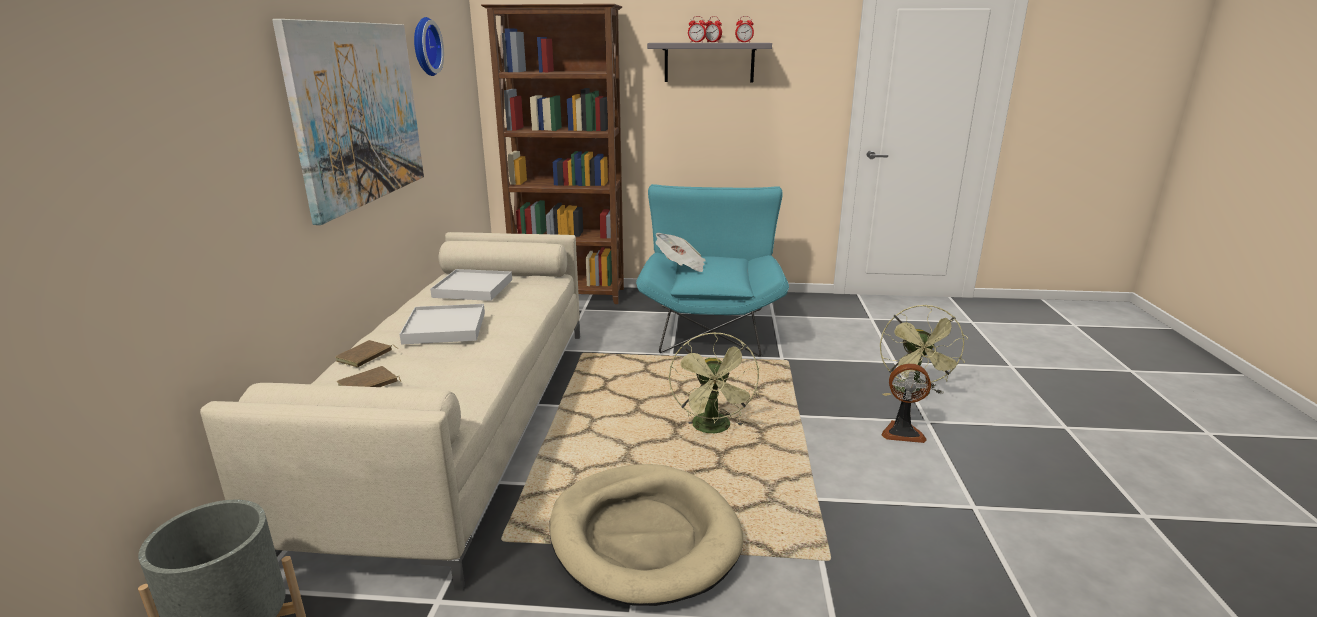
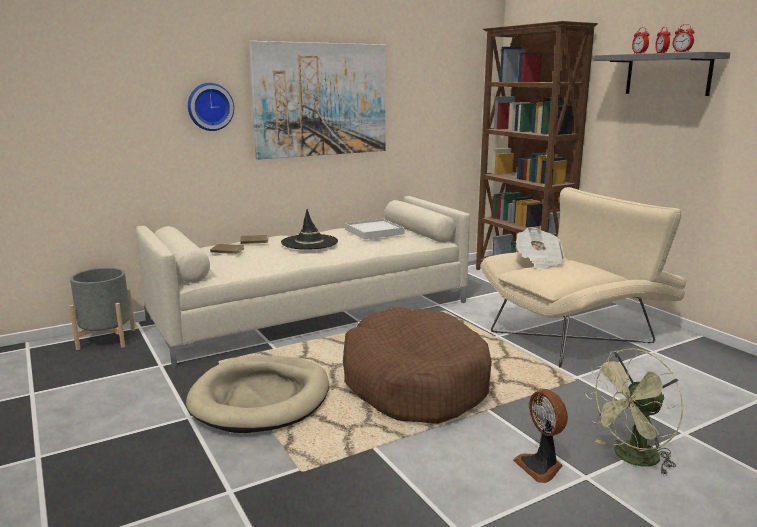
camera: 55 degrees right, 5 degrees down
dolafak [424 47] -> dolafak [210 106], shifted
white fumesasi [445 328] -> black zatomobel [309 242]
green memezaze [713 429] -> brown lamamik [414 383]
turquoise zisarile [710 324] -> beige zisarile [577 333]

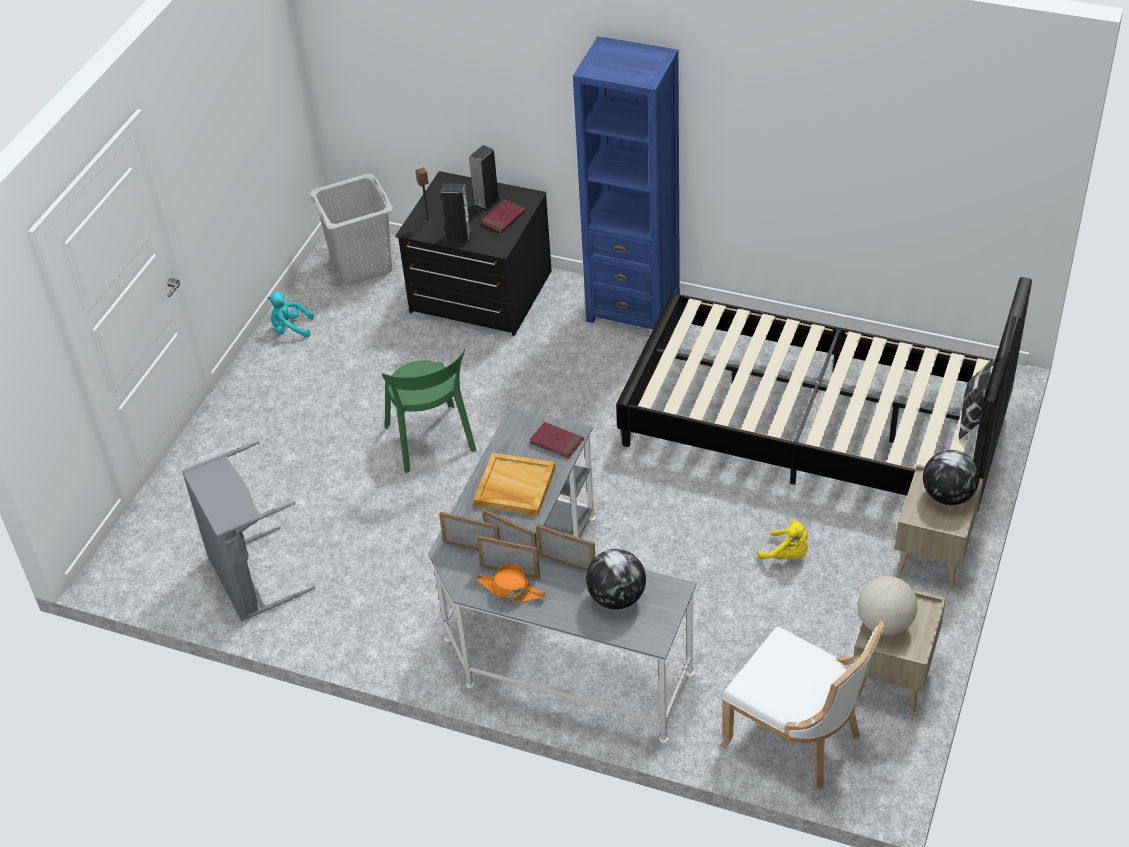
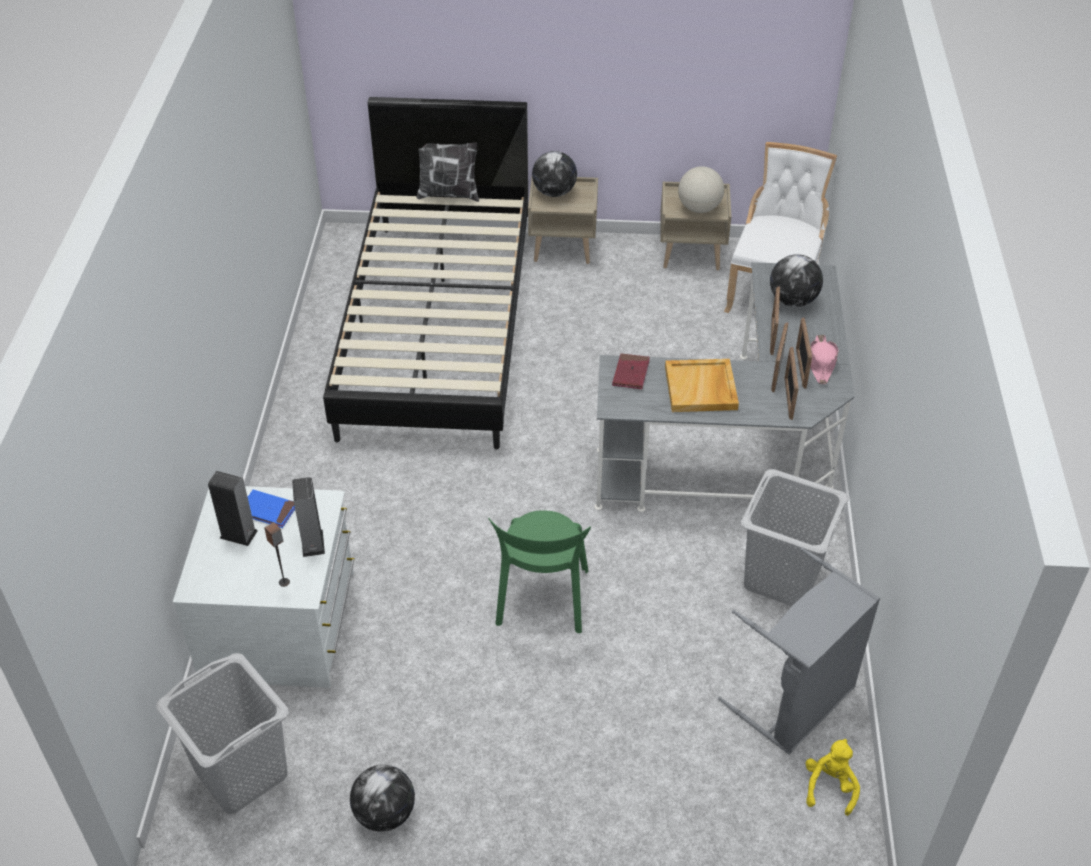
camera: 110 degrees left, 0 degrees up
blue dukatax [633 308] -> none
none -> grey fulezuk [782 578]
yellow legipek [787 555] -> yellow legipek [829 786], shifted
turquoise legipek [290 329] -> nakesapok [384 814]
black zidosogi [480 293] -> white zidosogi [281 625]
orange zatomobel [510 590] -> pink zatomobel [821 363]
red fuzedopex [503 218] -> blue fuzedopex [268 510]
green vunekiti [431 442] -> green vunekiti [542 601], 135 degrees clockwise

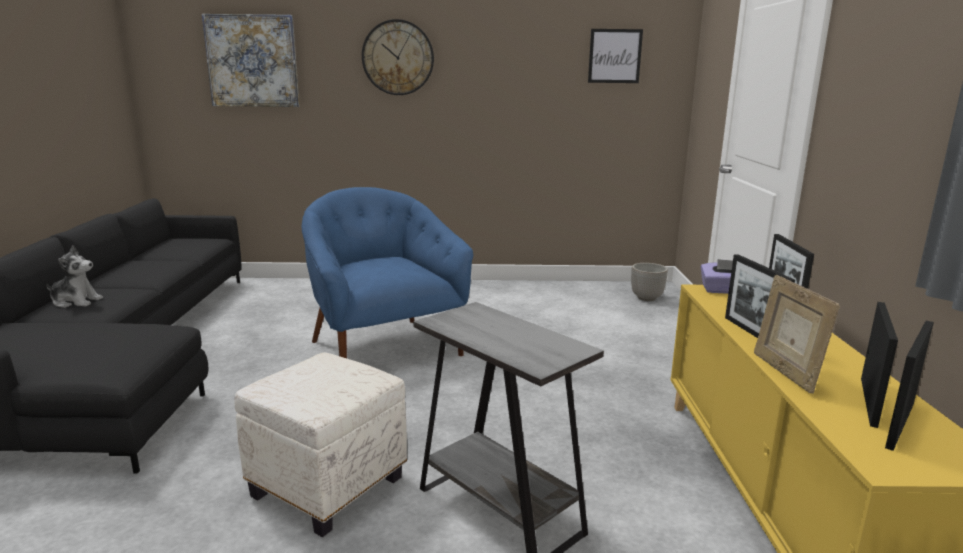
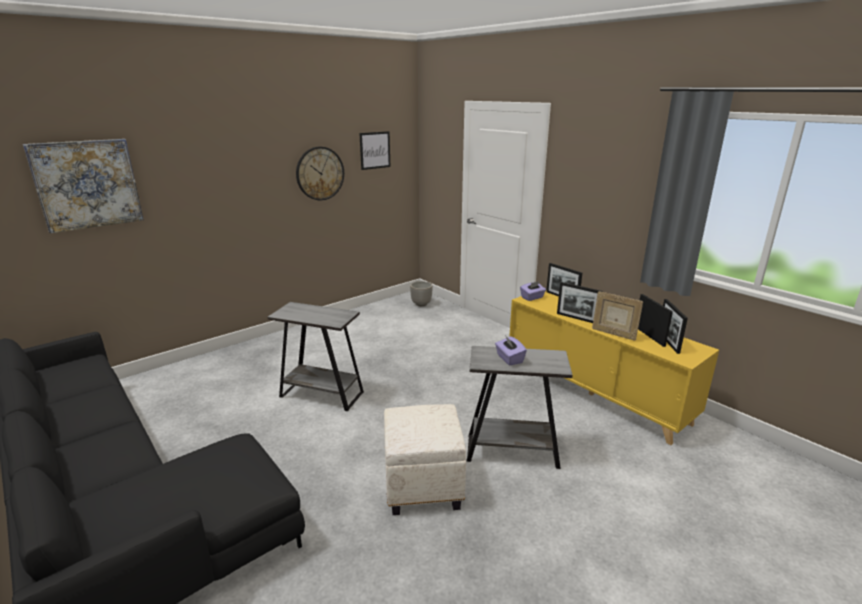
camera: 40 degrees left, 5 degrees up
legipek [76 301] -> none
none -> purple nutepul [509 359]
dolafak [398 57] -> dolafak [320 173], shifted
blue zisarile [383 348] -> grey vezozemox [321 394]

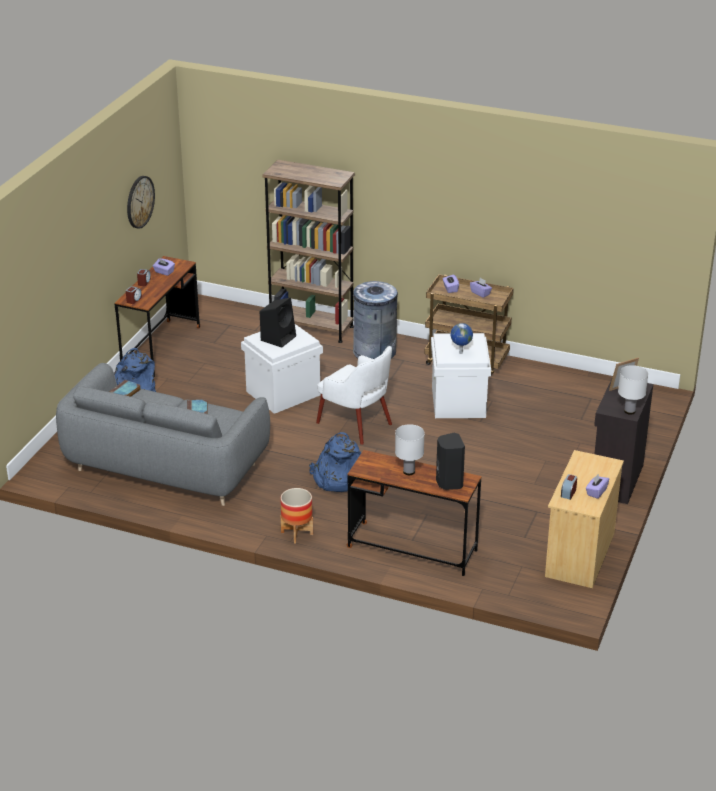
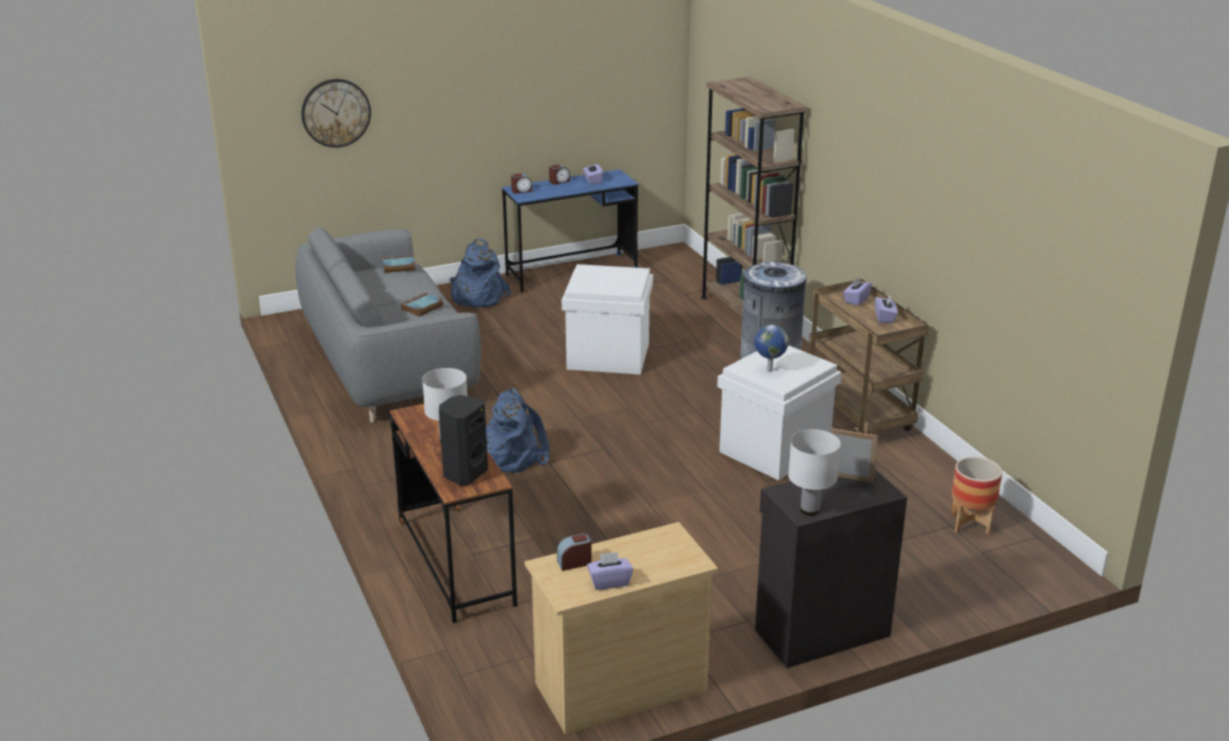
camera: 45 degrees right, 5 degrees down
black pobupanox [278 338] -> none
white zisarile [356 424] -> none
dolafak [139 202] -> dolafak [336 113], shifted
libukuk [297 533] -> libukuk [970 523], shifted
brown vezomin [161 348] -> blue vezomin [572 273]

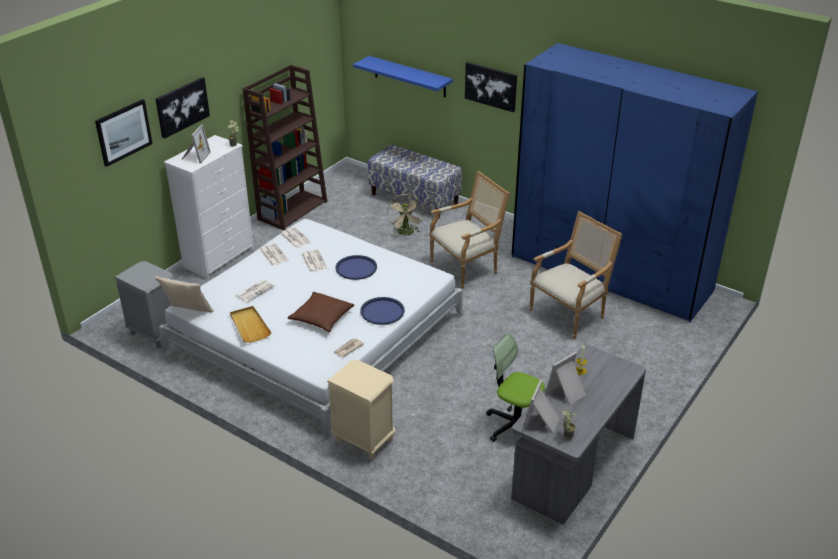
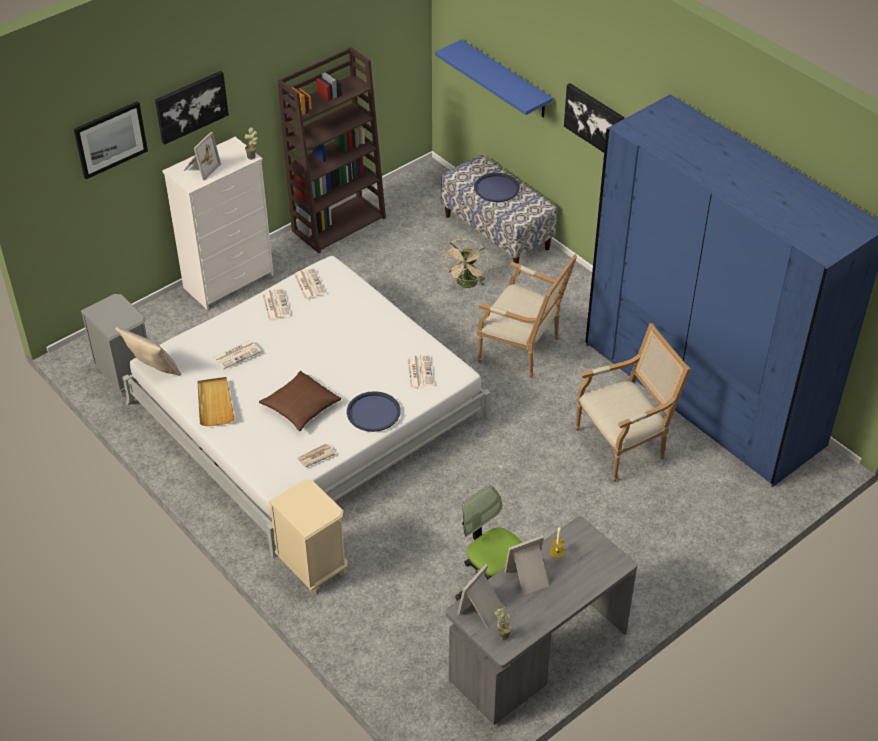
camera: 15 degrees right, 10 degrees up
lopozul [313 261] -> lopozul [419 372], shifted
blue fumesasi [356 268] -> blue fumesasi [496 188], shifted
zisarile [467 267] -> zisarile [523 350], 45 degrees clockwise

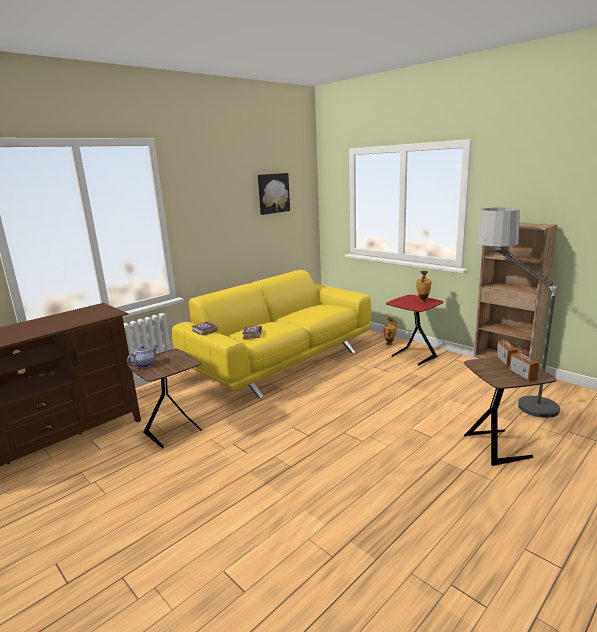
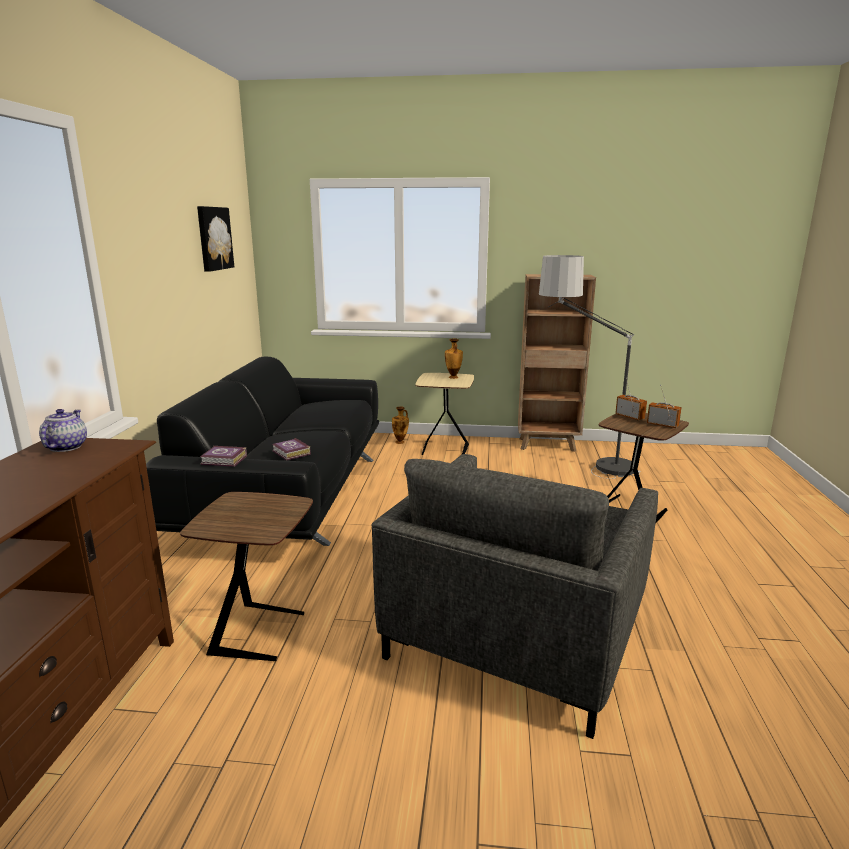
camera: 40 degrees left, 0 degrees up
none -> grey zisarile [514 633]
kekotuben [145 364] -> kekotuben [66 447], shifted
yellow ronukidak [282 360] -> black ronukidak [290 492]
red vezozemox [413 357] -> beige vezozemox [445 450]

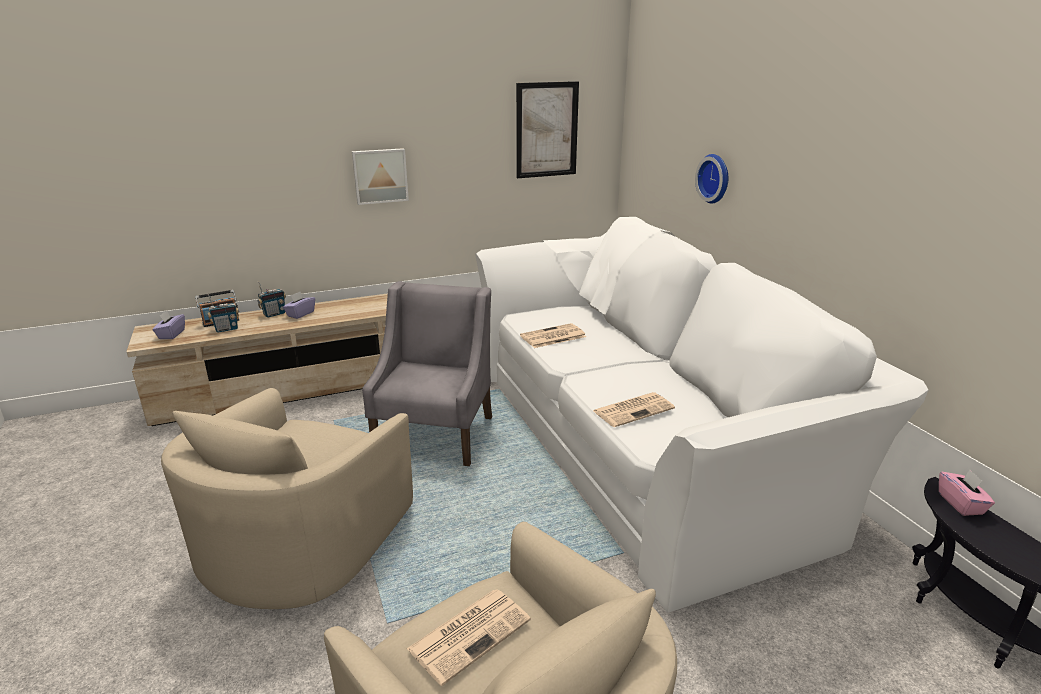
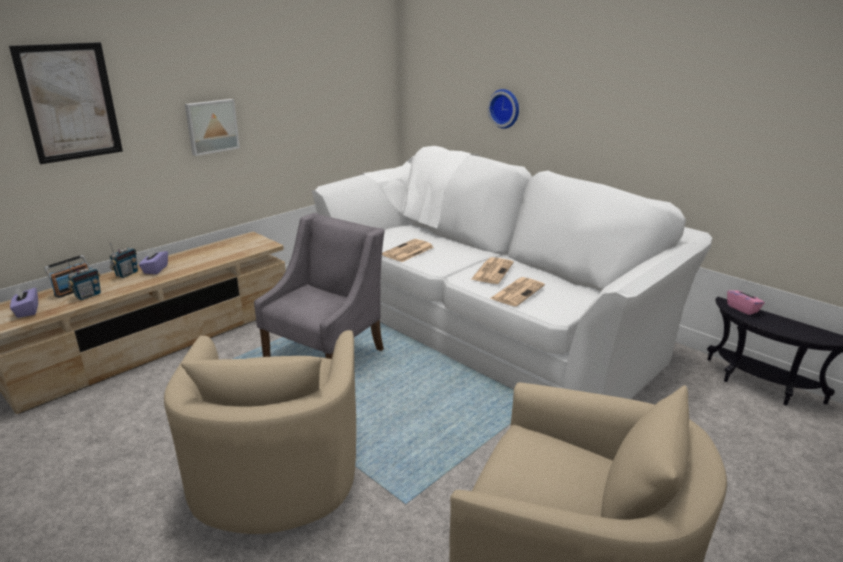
camera: 25 degrees left, 0 degrees up
lopozul [470 633] -> lopozul [492 271], shifted
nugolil [546 130] -> nugolil [69 102], shifted
grey zisarile [436 434] -> grey zisarile [326 354], 45 degrees clockwise

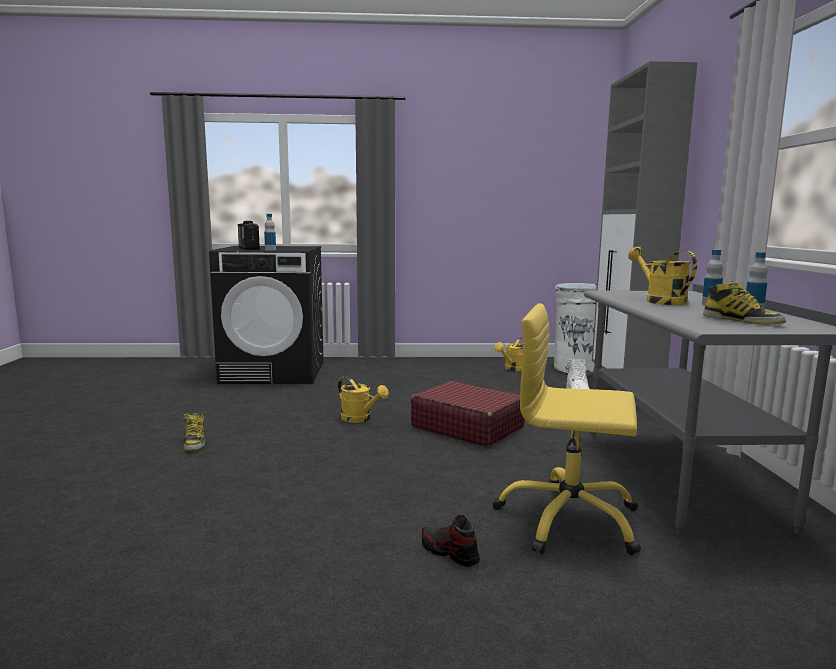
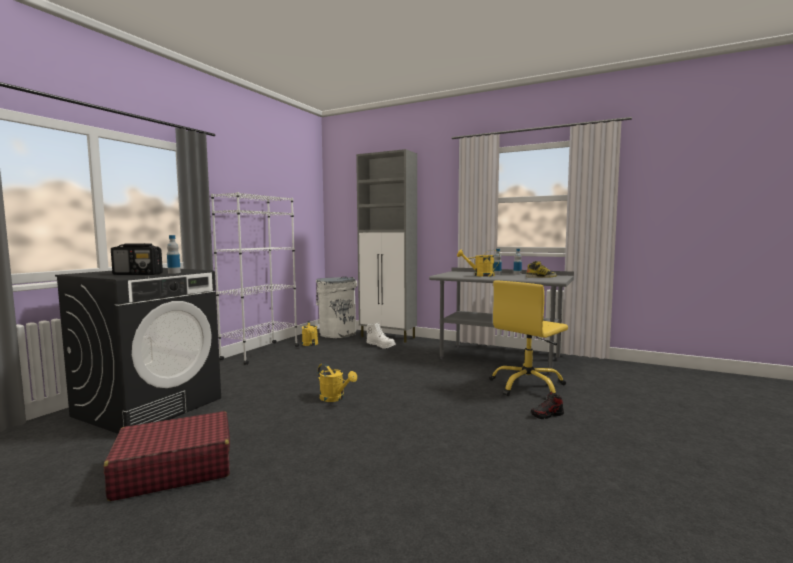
camera: 60 degrees left, 5 degrees down
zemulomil [194 442] -> none
none -> white dukatax [260 353]
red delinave [467 427] -> red delinave [174 469], shifted
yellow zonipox [360 419] -> yellow zonipox [335 398], 60 degrees clockwise

